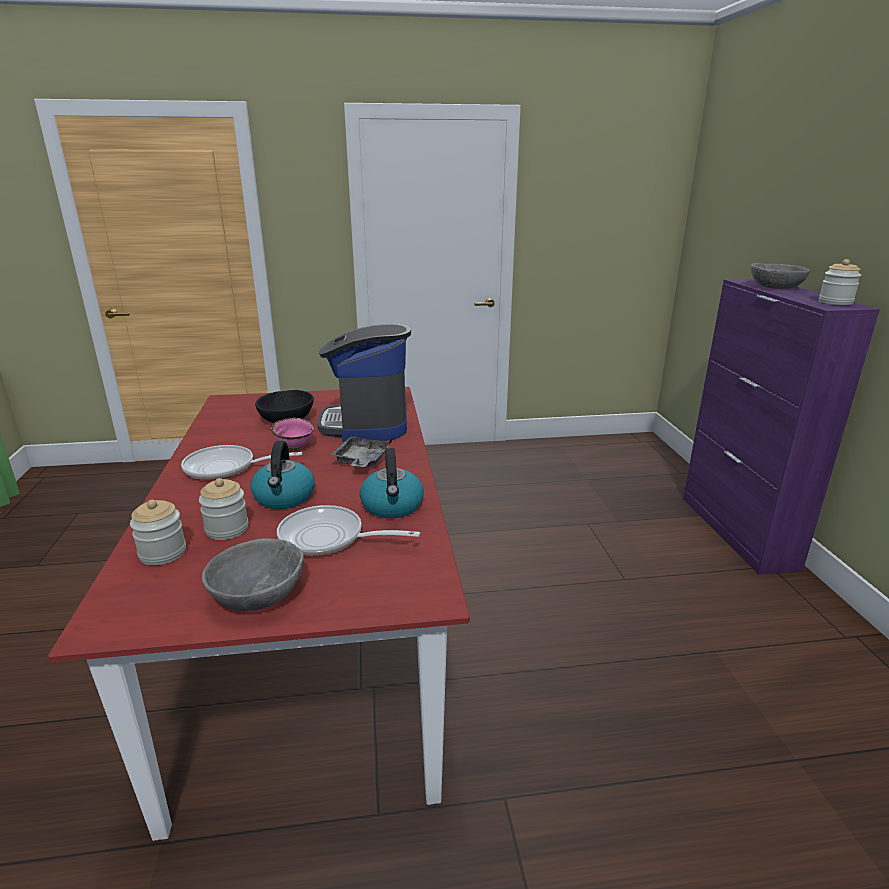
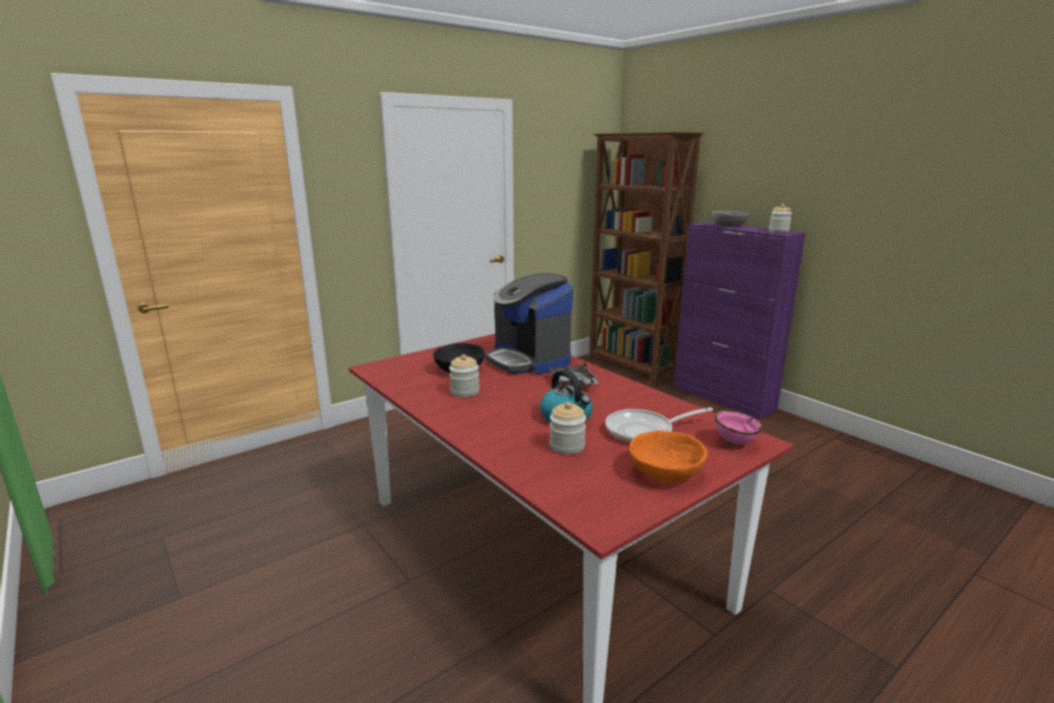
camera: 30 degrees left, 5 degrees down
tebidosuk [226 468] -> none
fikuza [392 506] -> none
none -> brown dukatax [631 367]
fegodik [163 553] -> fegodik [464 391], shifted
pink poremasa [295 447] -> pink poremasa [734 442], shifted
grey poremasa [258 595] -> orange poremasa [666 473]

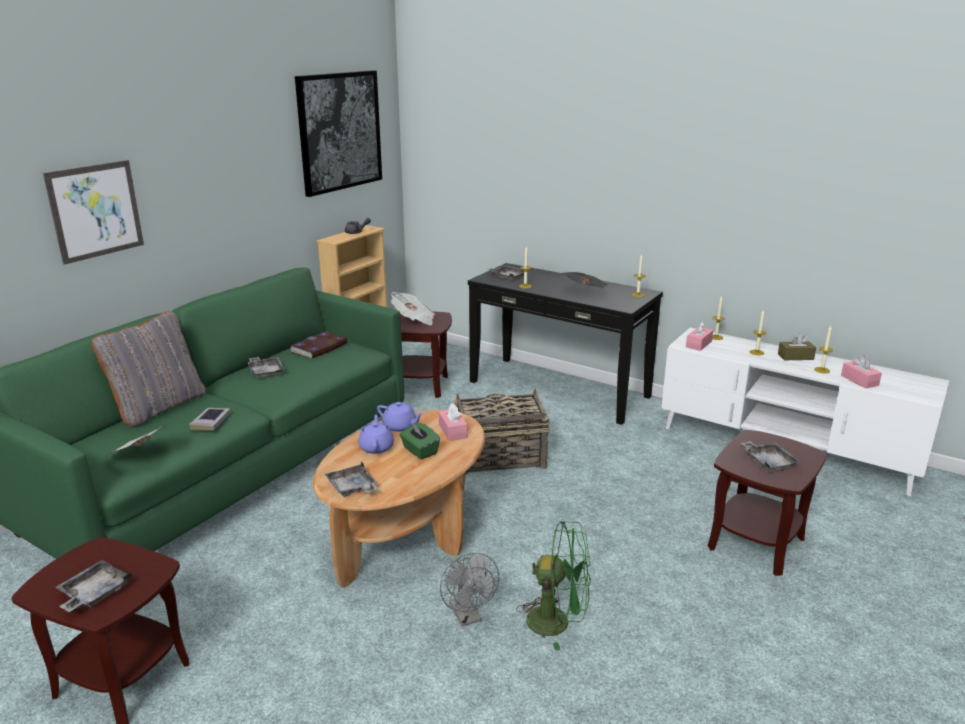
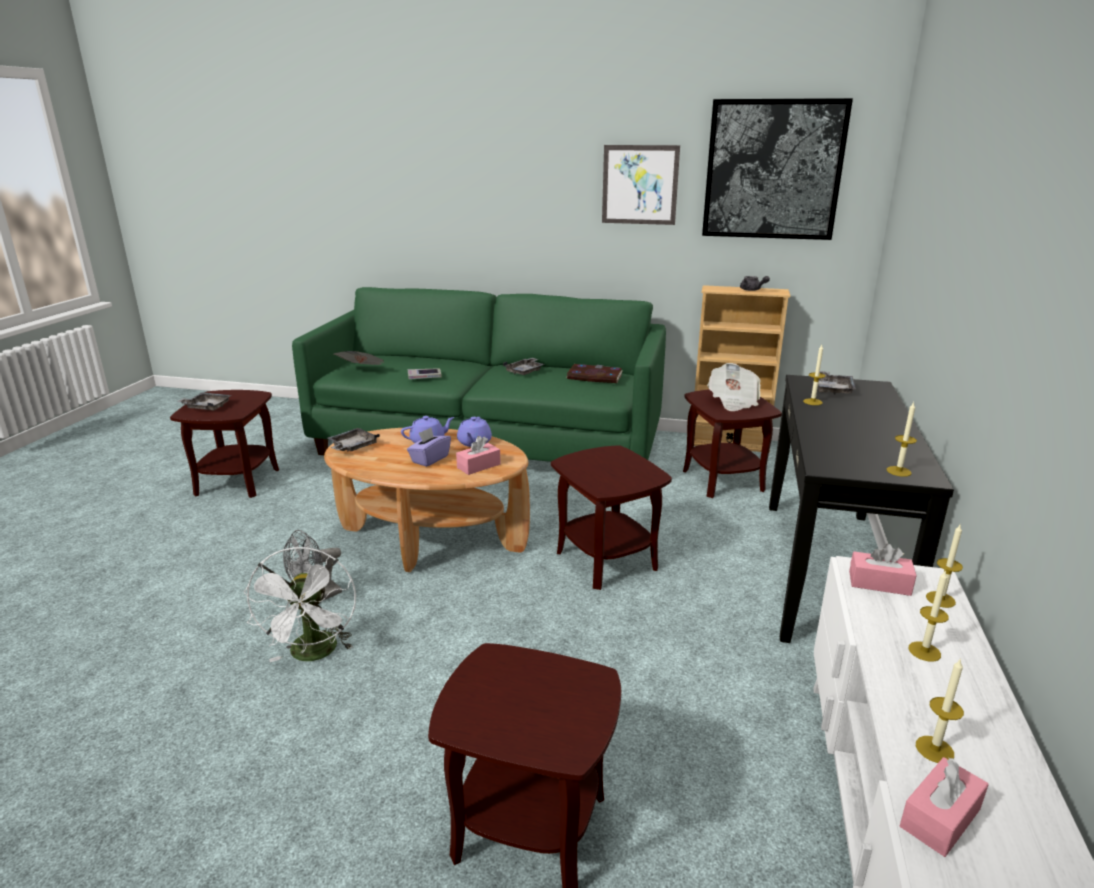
camera: 70 degrees right, 0 degrees up
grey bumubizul [159 407] -> none
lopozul [586 292] -> none
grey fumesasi [768 462] -> none
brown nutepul [795 357] -> none
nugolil [96 211] -> nugolil [640 185], shifted
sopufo [498 458] -> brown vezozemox [606 560]
green nutepul [419 451] -> purple nutepul [430 459]
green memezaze [557 622] -> white memezaze [314 654]

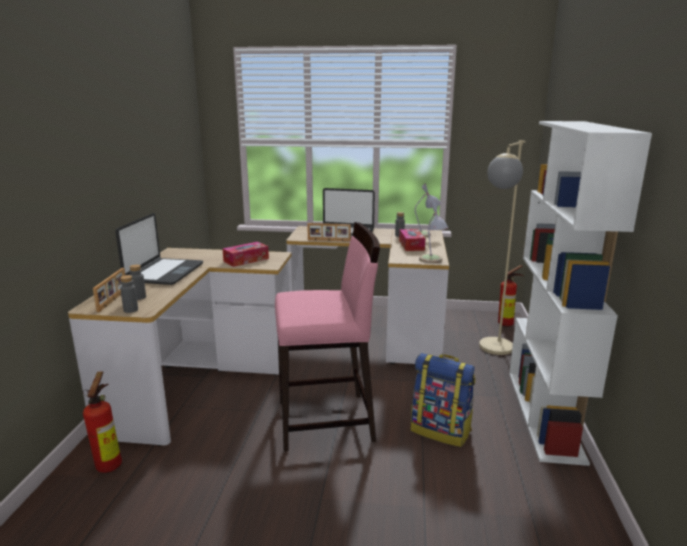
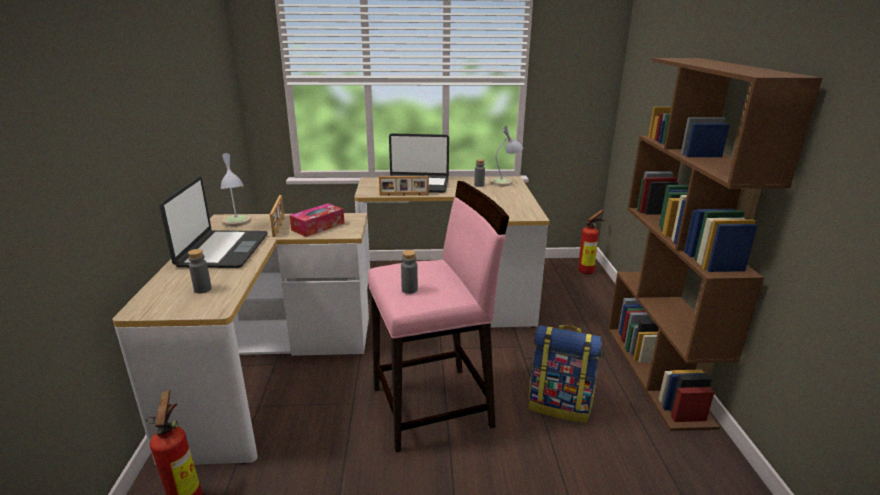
camera: 10 degrees left, 5 degrees up
nutepul [411 245] -> none
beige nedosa [492 352] -> none
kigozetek [113 300] -> kigozetek [279 225], shifted
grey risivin [131 310] -> grey risivin [409 290], shifted
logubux [432 261] -> logubux [237 223], shifted
white dukatax [544 414] -> brown dukatax [657 373]

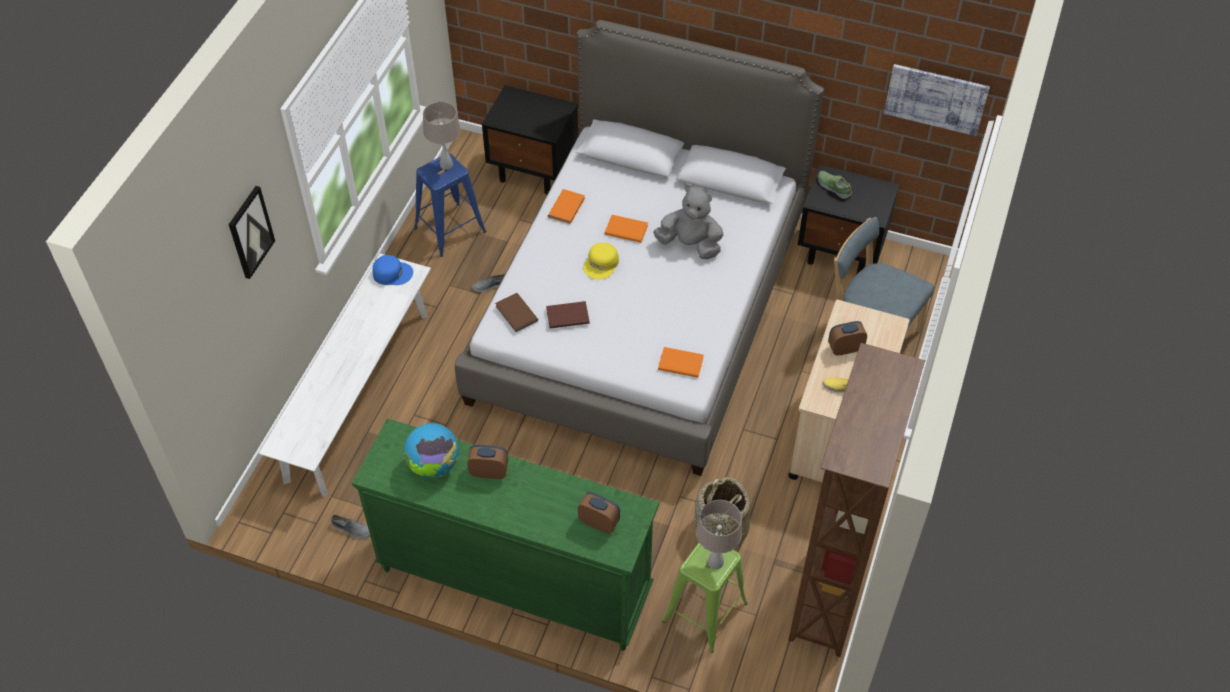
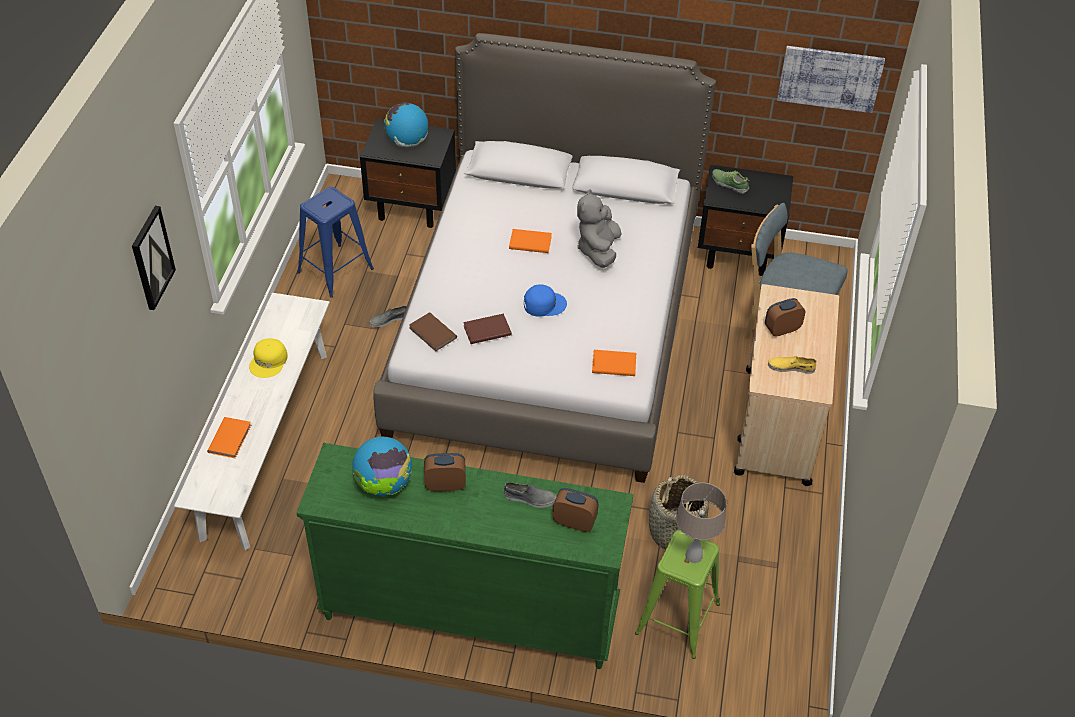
camera: 10 degrees left, 5 degrees down
beige logubux [446 164] -> none
brown dukatax [828 595] -> none
none -> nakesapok [407 142]
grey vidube [352 529] -> grey vidube [530 498], shifted
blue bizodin [392 273] -> blue bizodin [544 304], shifted
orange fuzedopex [567 207] -> orange fuzedopex [231 438], shifted
yellow bizodin [601 264] -> yellow bizodin [269 361], shifted
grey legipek [690 244] -> grey legipek [598 250], 90 degrees counterclockwise

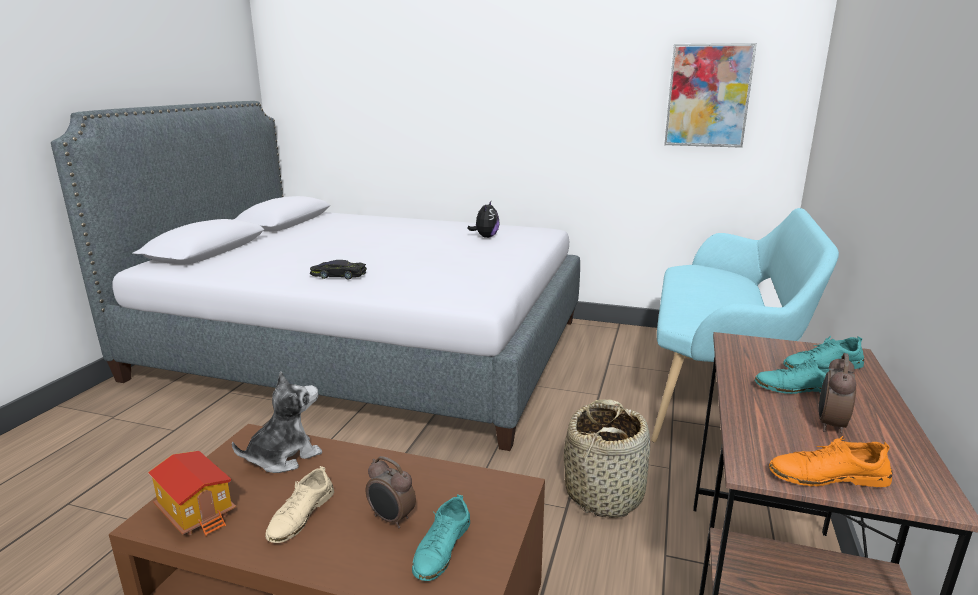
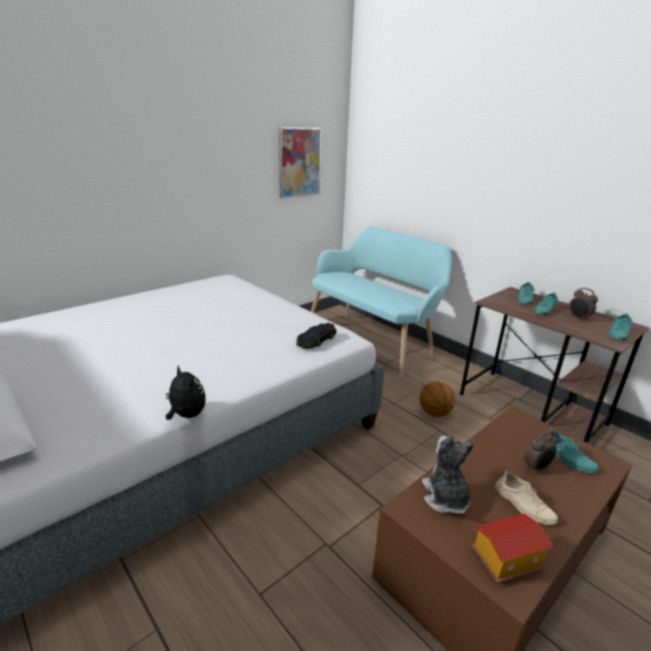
camera: 60 degrees left, 5 degrees up
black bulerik [338 275] -> black bulerik [316 340], shifted
legipek [485 237] -> legipek [186 415], shifted
sopufo [604 493] -> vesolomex [434 413]
orange vidube [827 476] -> turquoise vidube [618 334]

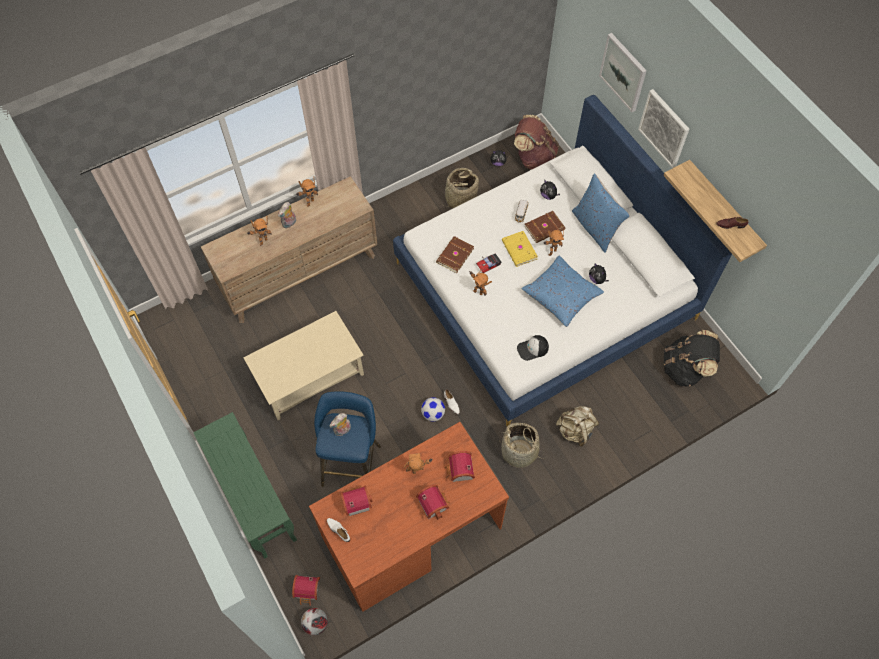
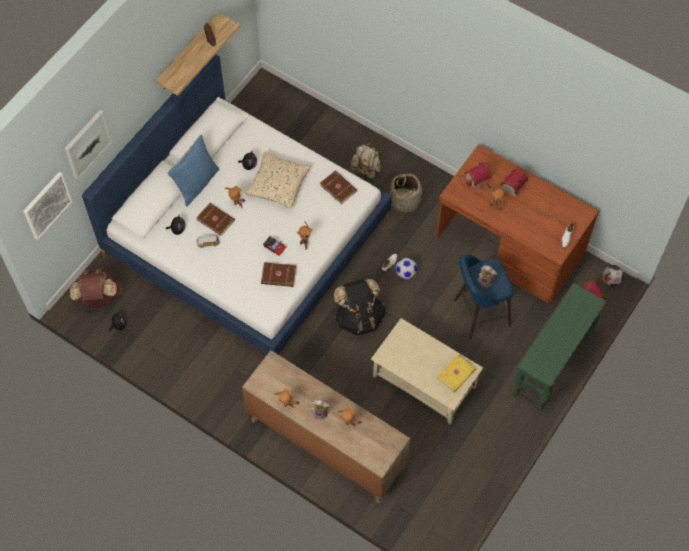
camera: 115 degrees left, 0 degrees up
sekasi [355 502] -> none
sopufo [460 199] -> none
yellow fuzedopex [518 250] -> yellow fuzedopex [457 374], shifted
nugolil [664 128] -> nugolil [46 205], shifted
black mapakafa [685 368] -> black mapakafa [359 318], shifted
bizodin [532 349] -> brown fuzedopex [338 187]
blue bumubizul [561 295] -> beige bumubizul [278 185]

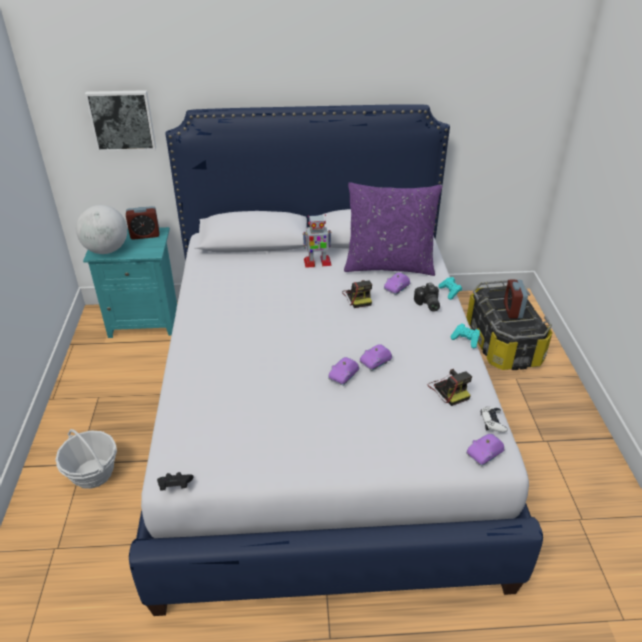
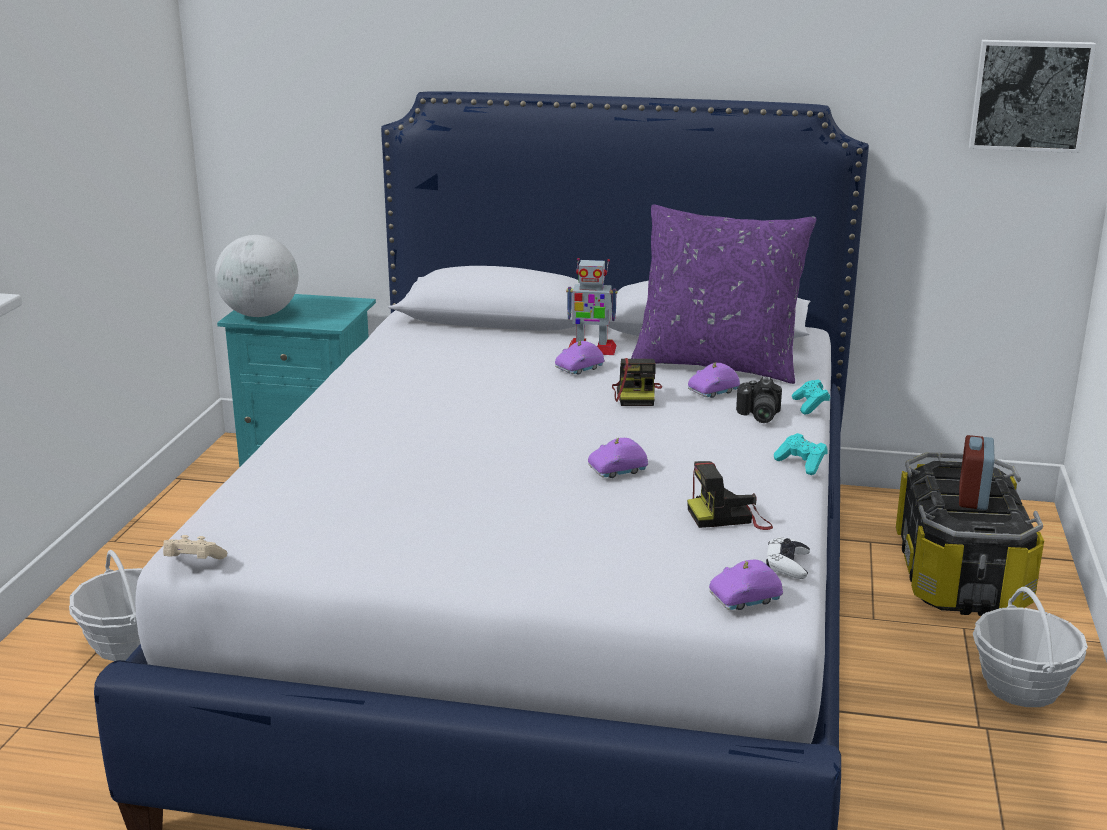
camera: 15 degrees right, 15 degrees down
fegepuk [145 235] -> none
none -> sopufo [1022 687]
nugolil [122 120] -> nugolil [1029 95], shifted
purple bulerik [344 376] -> purple bulerik [580 369], shifted
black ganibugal [175 486] -> beige ganibugal [192 562]
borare [449 390] -> borare [730 517], 90 degrees clockwise

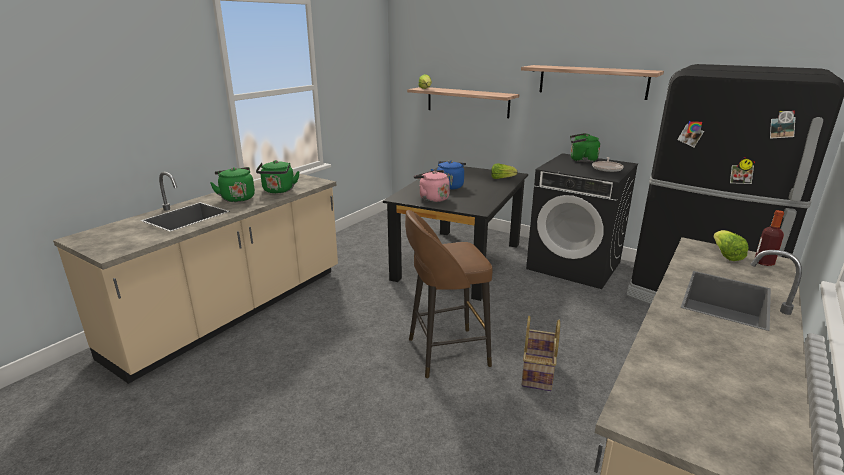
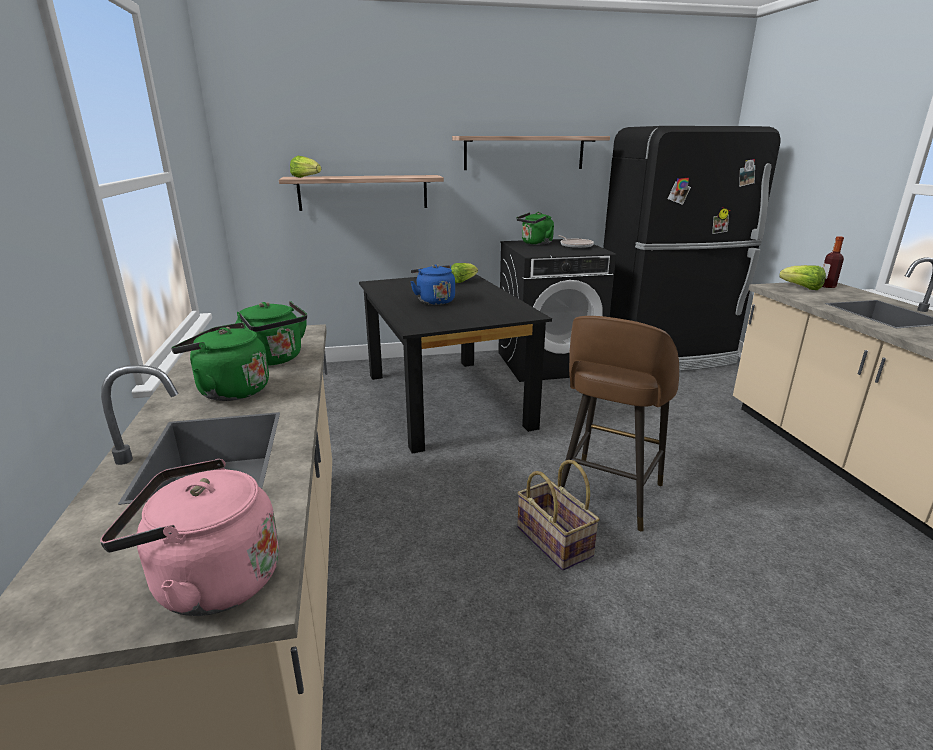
camera: 45 degrees left, 0 degrees up
pink fikuza [432 198] -> pink fikuza [210 582], shifted
sopufo [538 372] -> sopufo [555 541], shifted

